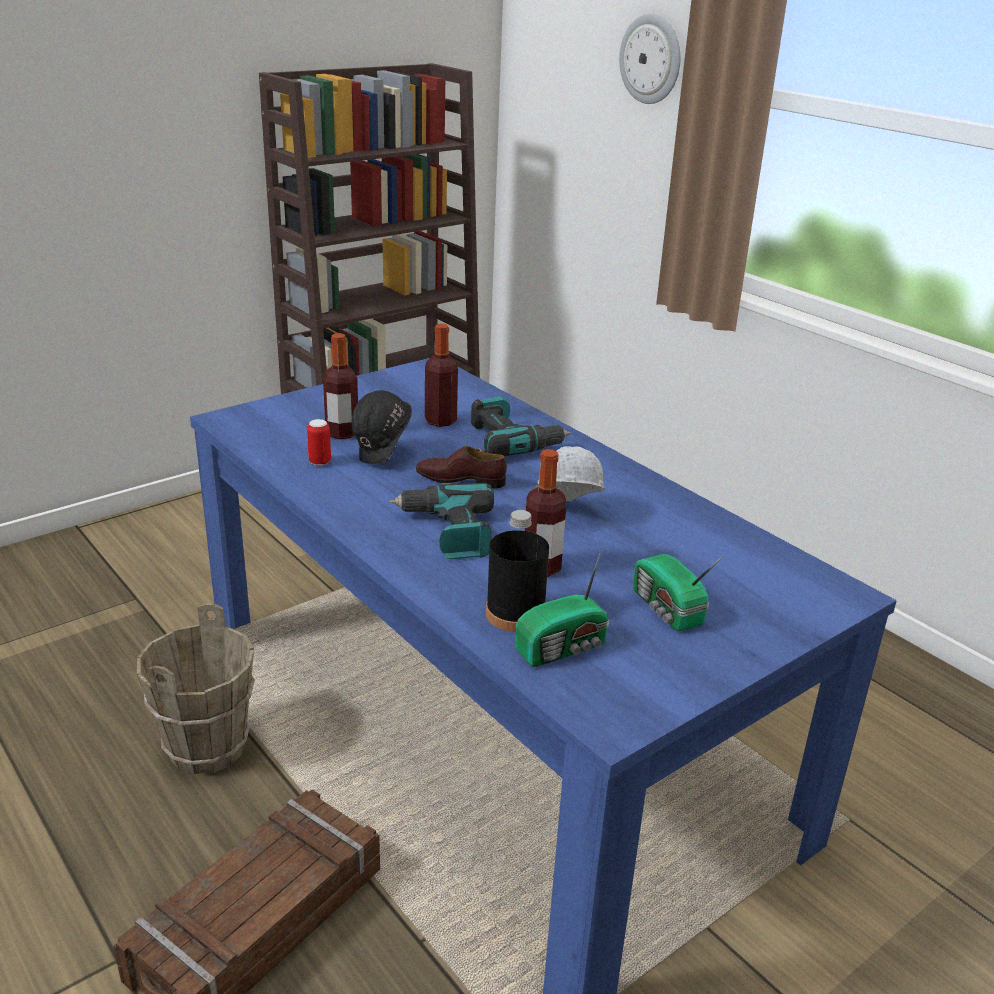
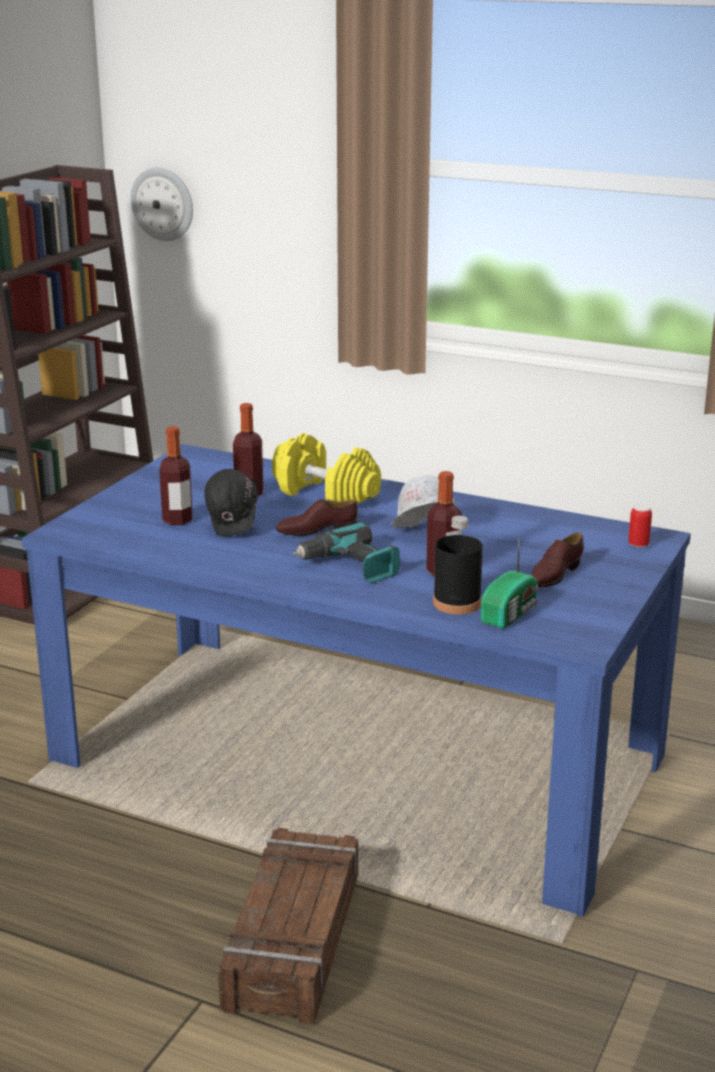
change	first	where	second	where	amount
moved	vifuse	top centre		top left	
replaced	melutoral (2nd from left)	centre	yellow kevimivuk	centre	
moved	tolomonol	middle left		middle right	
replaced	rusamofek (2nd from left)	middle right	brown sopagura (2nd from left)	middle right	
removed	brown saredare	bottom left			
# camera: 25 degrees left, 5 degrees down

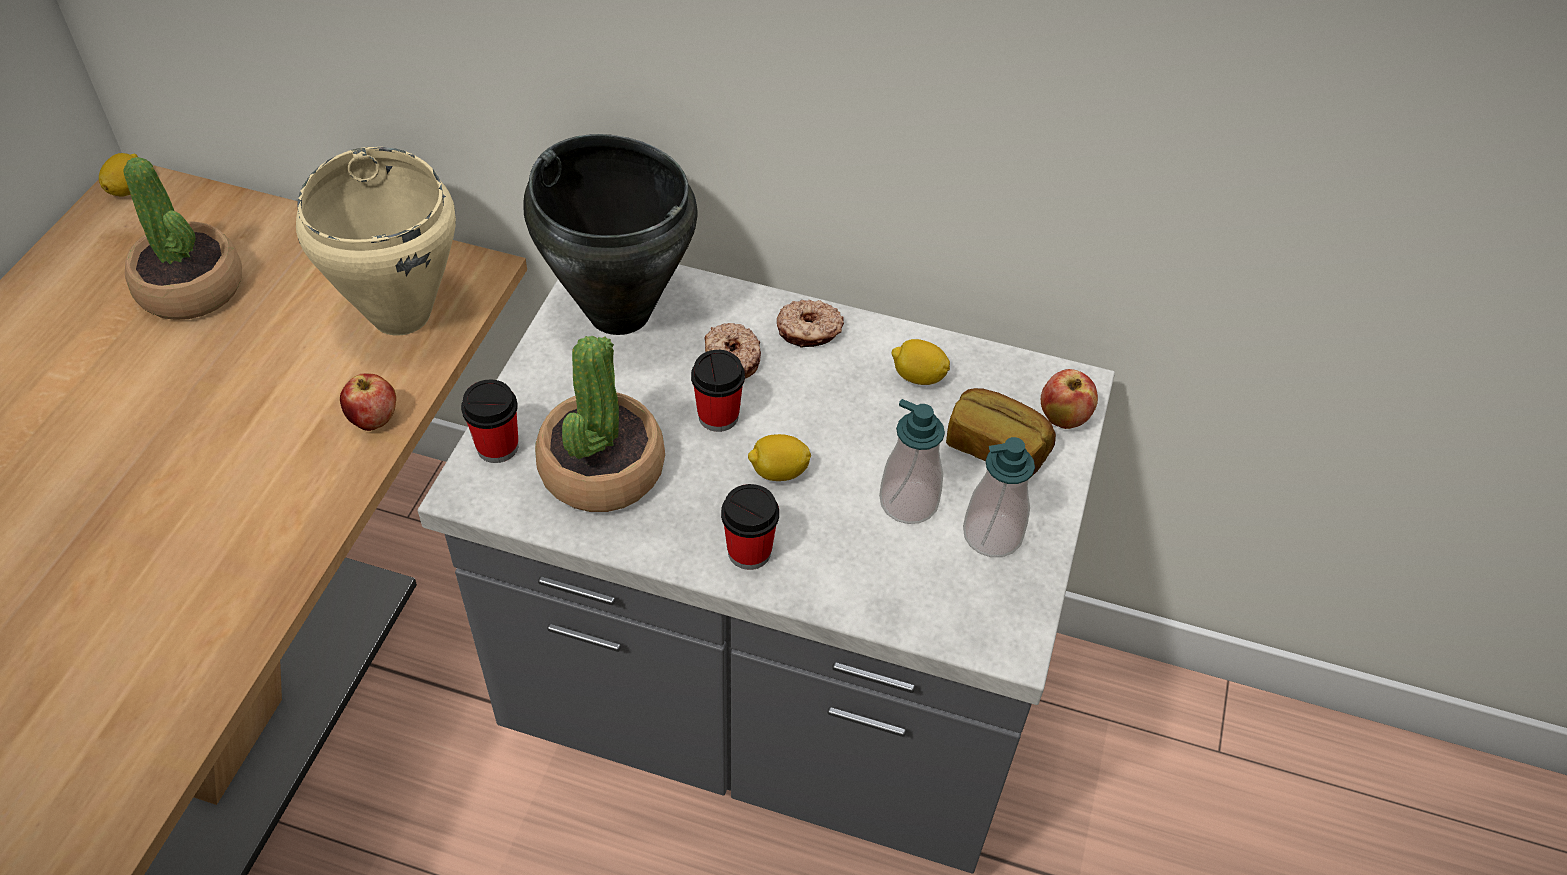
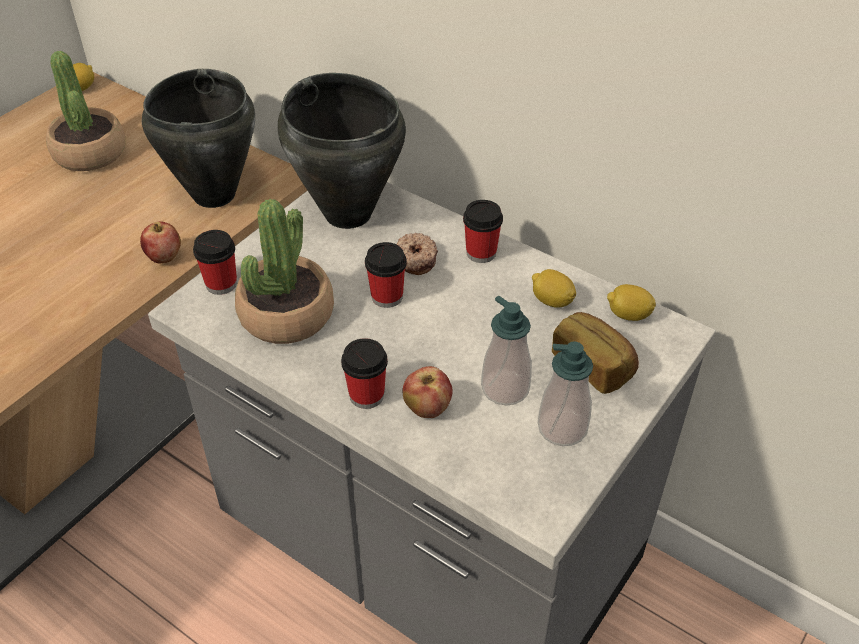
change	first	where	second	where	amount
recoloured	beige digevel	top left	black digevel (1st from left)	top left	
replaced	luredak (2nd from left)	centre	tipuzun (4th from left)	centre	
moved	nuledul (2nd from left)	middle right		centre	
moved	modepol (2nd from left in the first image)	centre	modepol (3rd from left)	middle right	
# camera: 20 degrees right, 5 degrees down

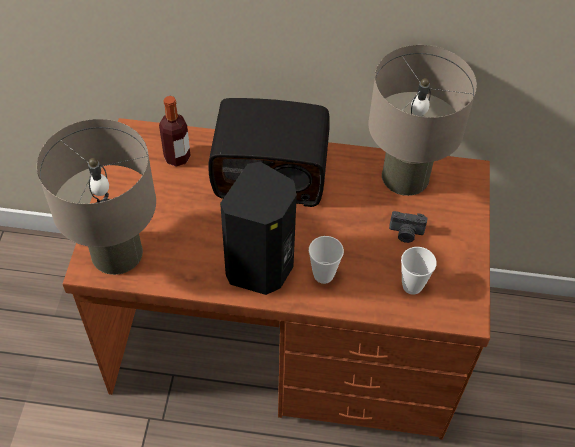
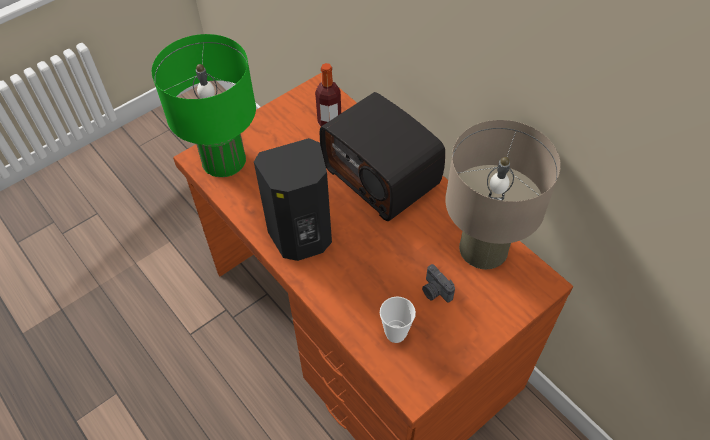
change	first	where	second	where	amount
recoloured	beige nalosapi (1st from left)	middle left	green nalosapi	top left	
removed	tipuzun (1st from left)	centre			
# camera: 45 degrees right, 0 degrees up

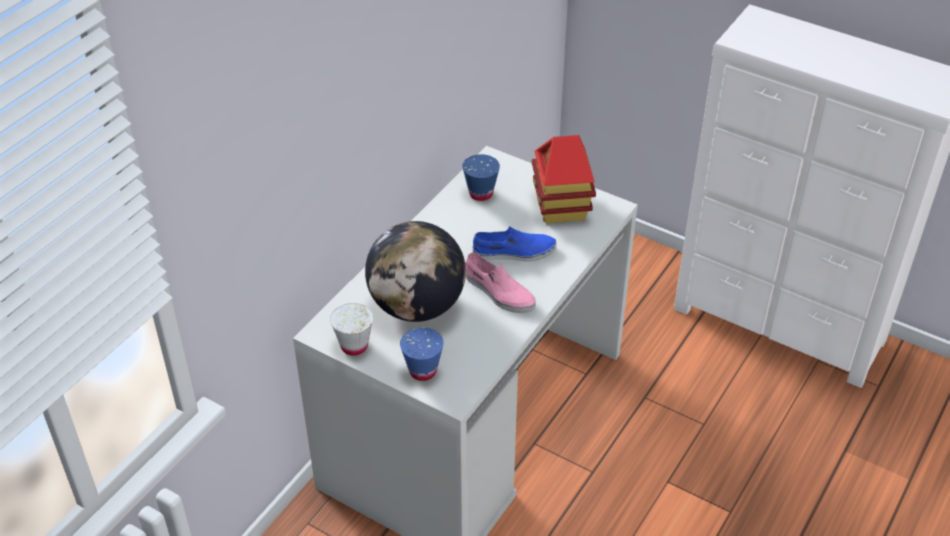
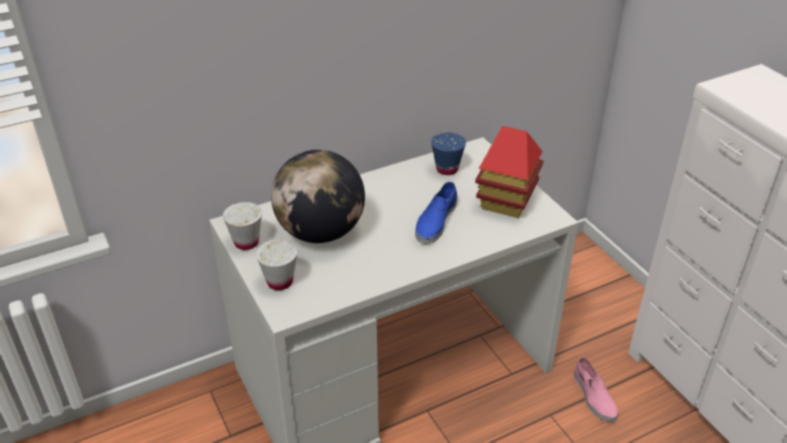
change	first	where	second	where	amount
turned	blue sopagura	centre		centre	90 degrees clockwise
moved	pink sopagura	centre		bottom right	
recoloured	blue tipuzun (1st from left)	centre	white tipuzun (2nd from left)	centre	
# camera: 30 degrees right, 5 degrees down

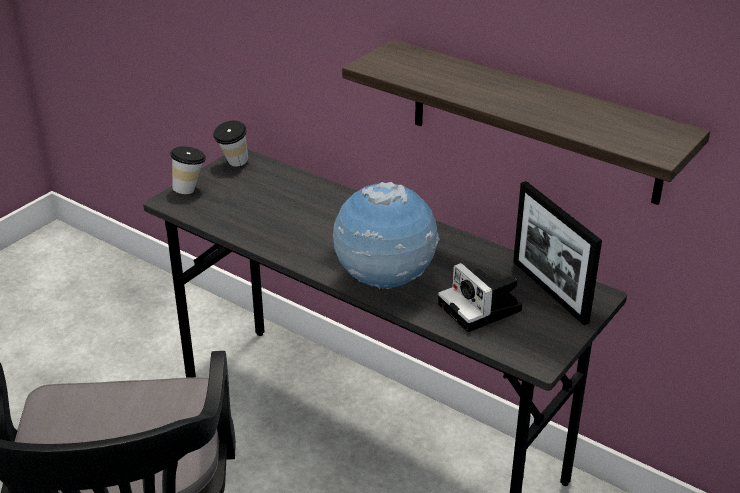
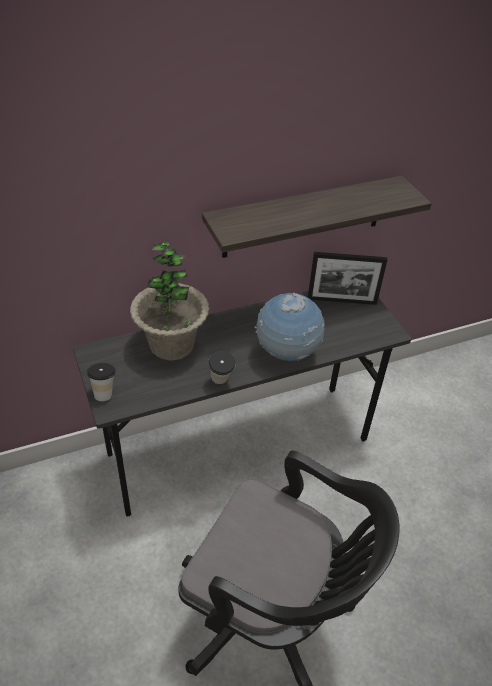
change	first	where	second	where	amount
moved	tipuzun (2nd from left)	top left		centre	
removed	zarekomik	centre			
added			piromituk	centre	
# camera: 60 degrees left, 10 degrees up

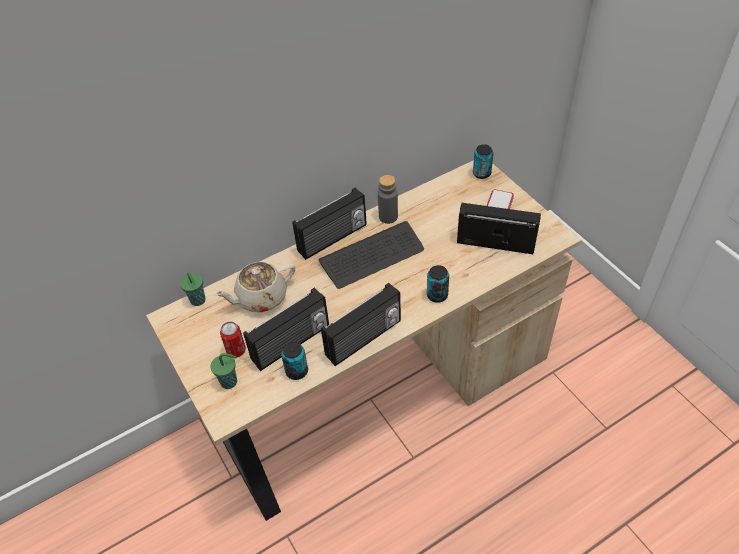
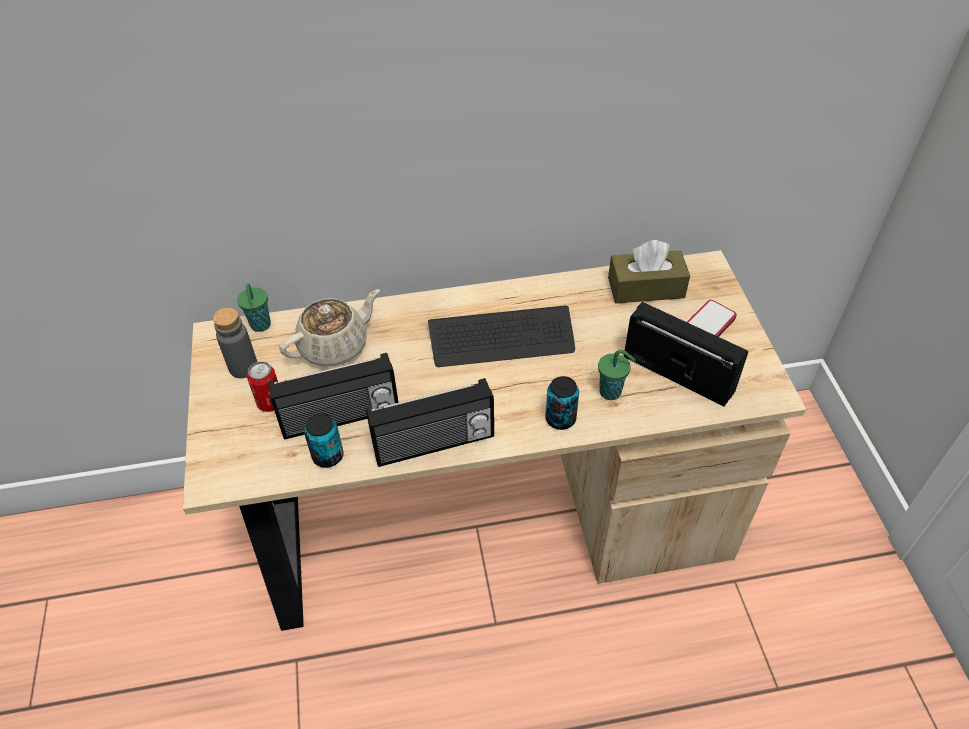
change	first	where	second	where	amount
removed	tolomonol (4th from left)	top centre			
moved	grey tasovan	centre		middle left	
removed	rusamofek (2nd from left)	centre			
turned	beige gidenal	centre		centre	150 degrees clockwise
moved	green tipuzun (2nd from left)	bottom left		centre	
added			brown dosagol	middle right	
# camera: 20 degrees right, 0 degrees up

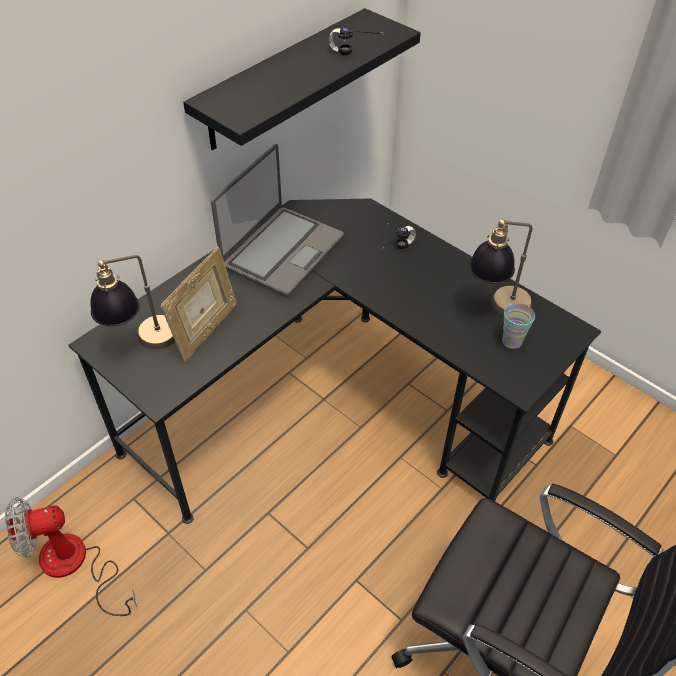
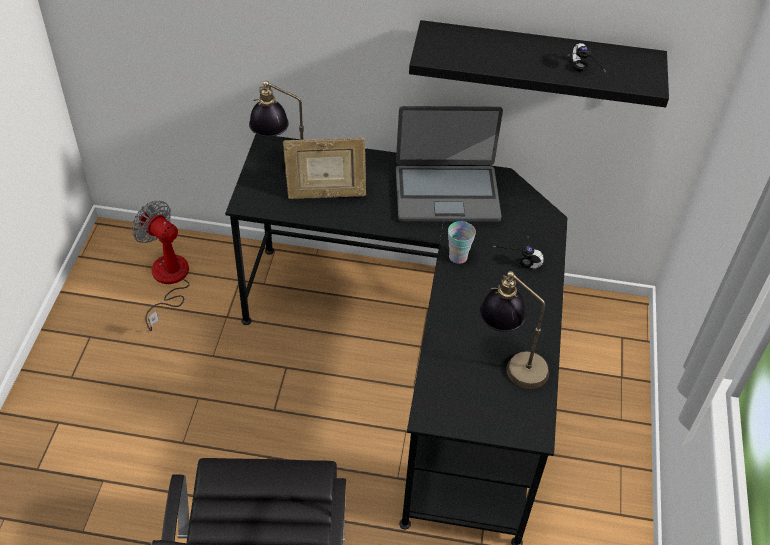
change	first	where	second	where	amount
moved	tipuzun	middle right		centre	
# camera: 55 degrees right, 0 degrees up

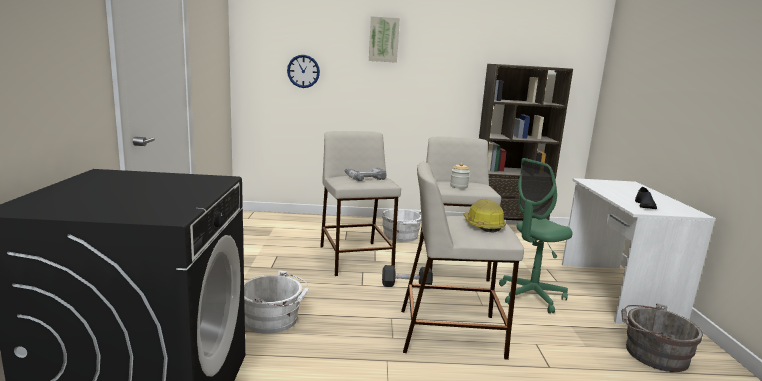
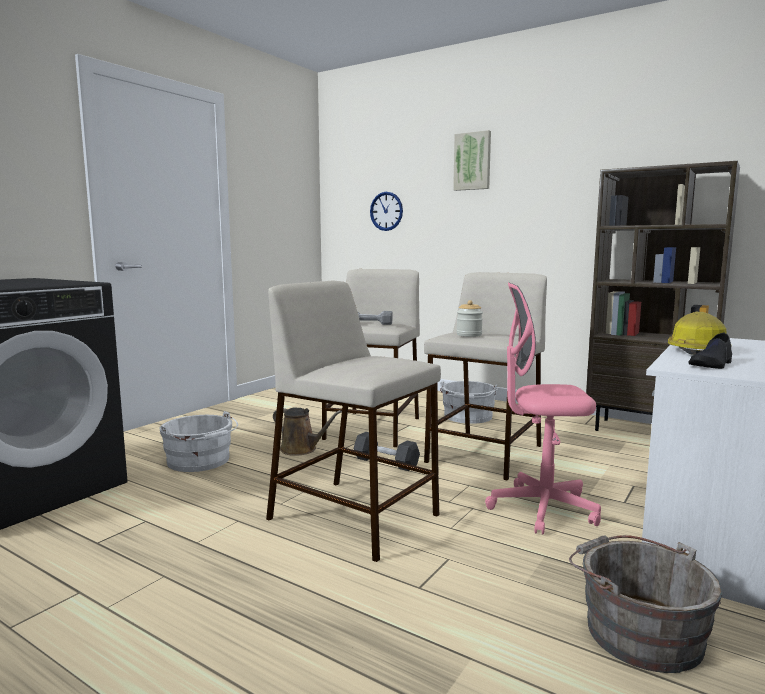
change	first	where	second	where	amount
recoloured	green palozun	middle right	pink palozun	middle right	
moved	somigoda	centre		middle right	
added			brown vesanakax	centre	
# camera: 35 degrees right, 5 degrees down

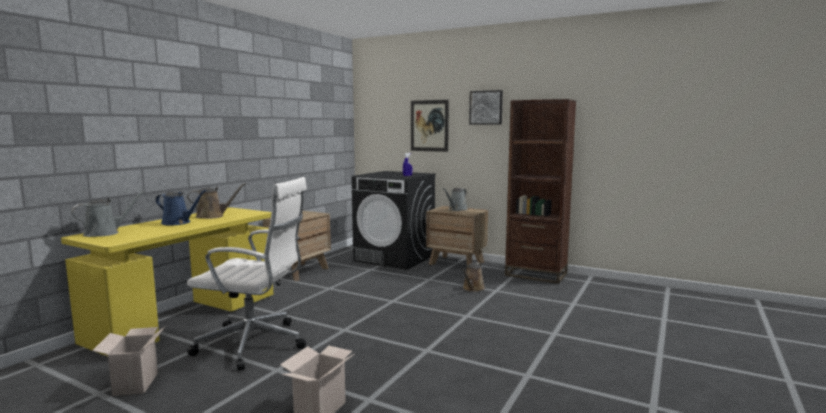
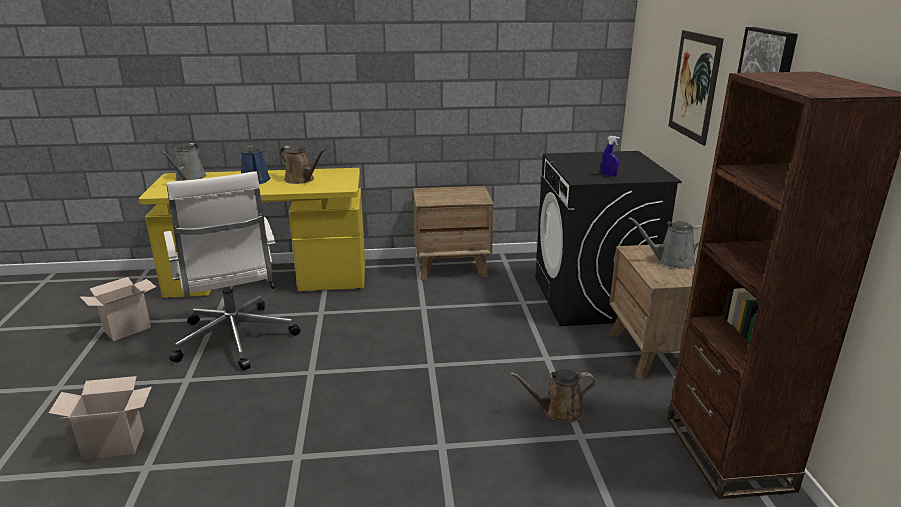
change	first	where	second	where	amount
turned	grey vesanakax (1st from left)	middle left		top left	90 degrees clockwise
# camera: 55 degrees right, 15 degrees up

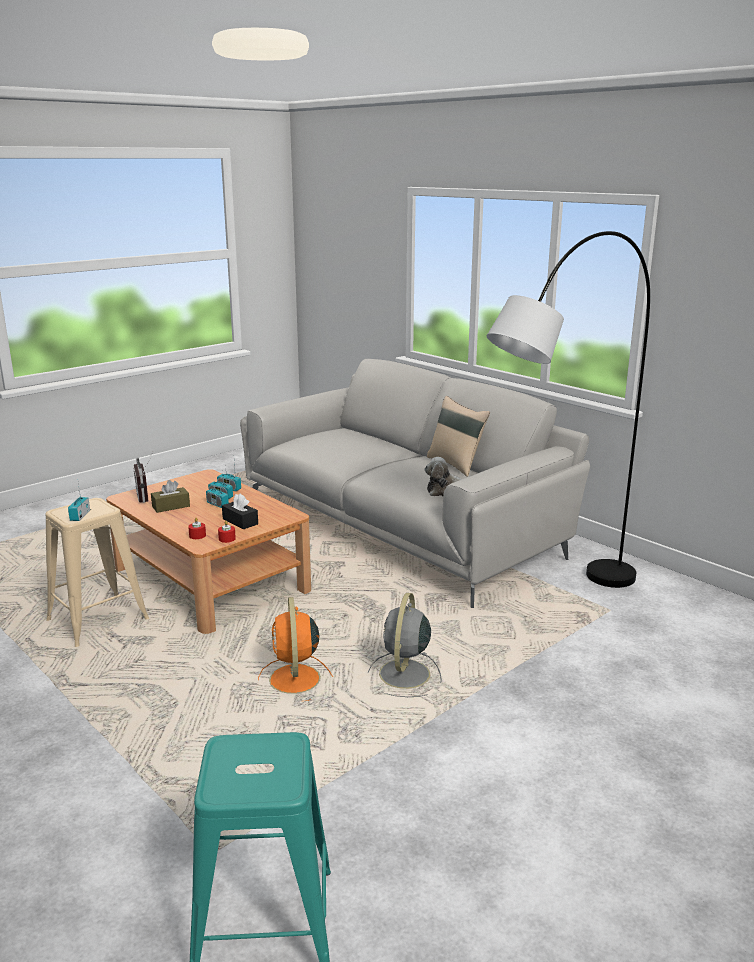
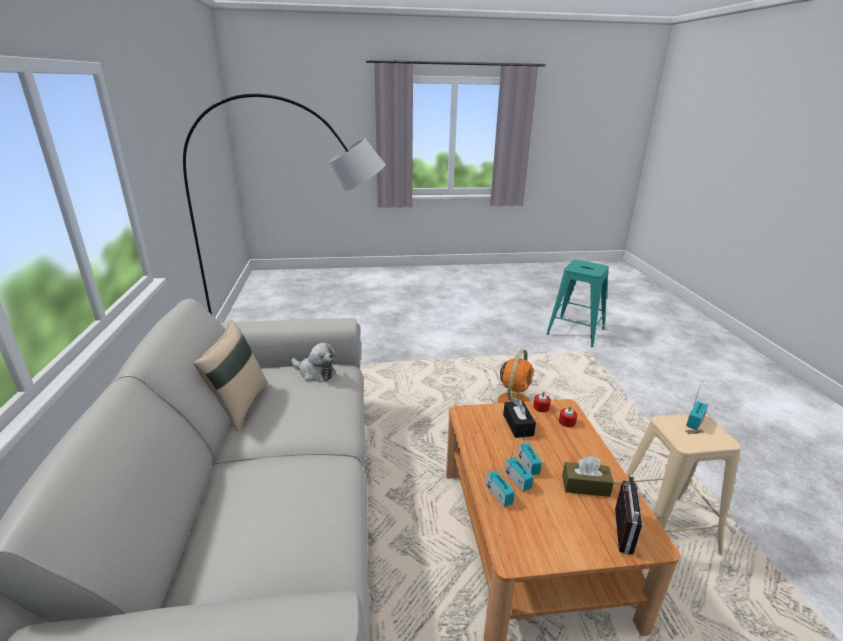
change	first	where	second	where	amount
removed	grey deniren	bottom centre			
# camera: 145 degrees left, 5 degrees up

